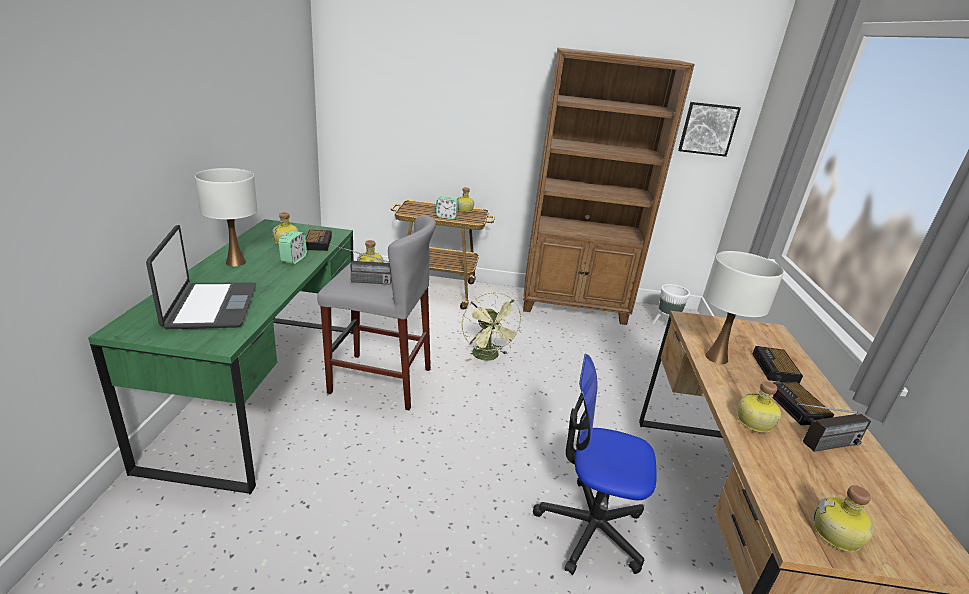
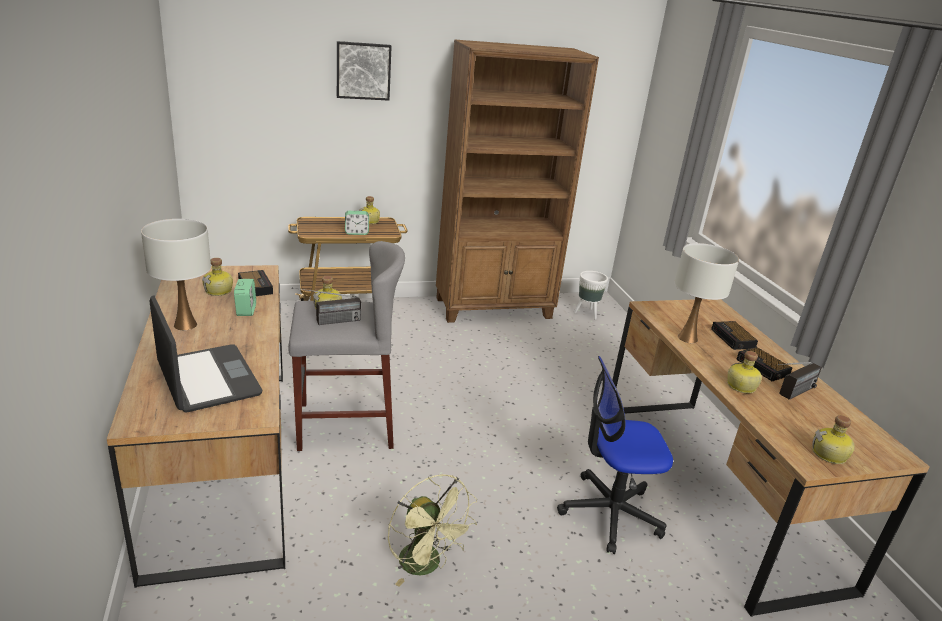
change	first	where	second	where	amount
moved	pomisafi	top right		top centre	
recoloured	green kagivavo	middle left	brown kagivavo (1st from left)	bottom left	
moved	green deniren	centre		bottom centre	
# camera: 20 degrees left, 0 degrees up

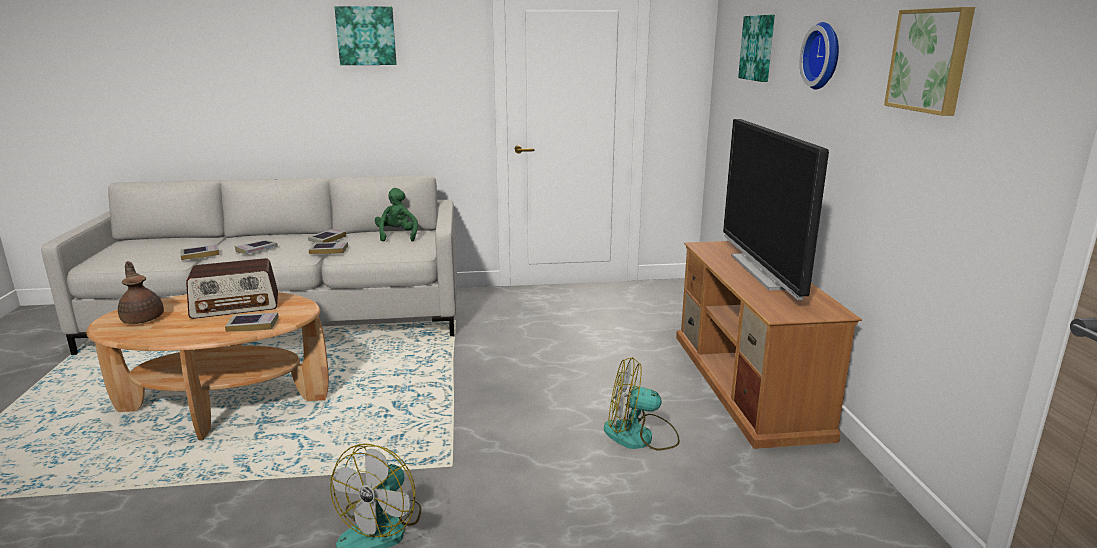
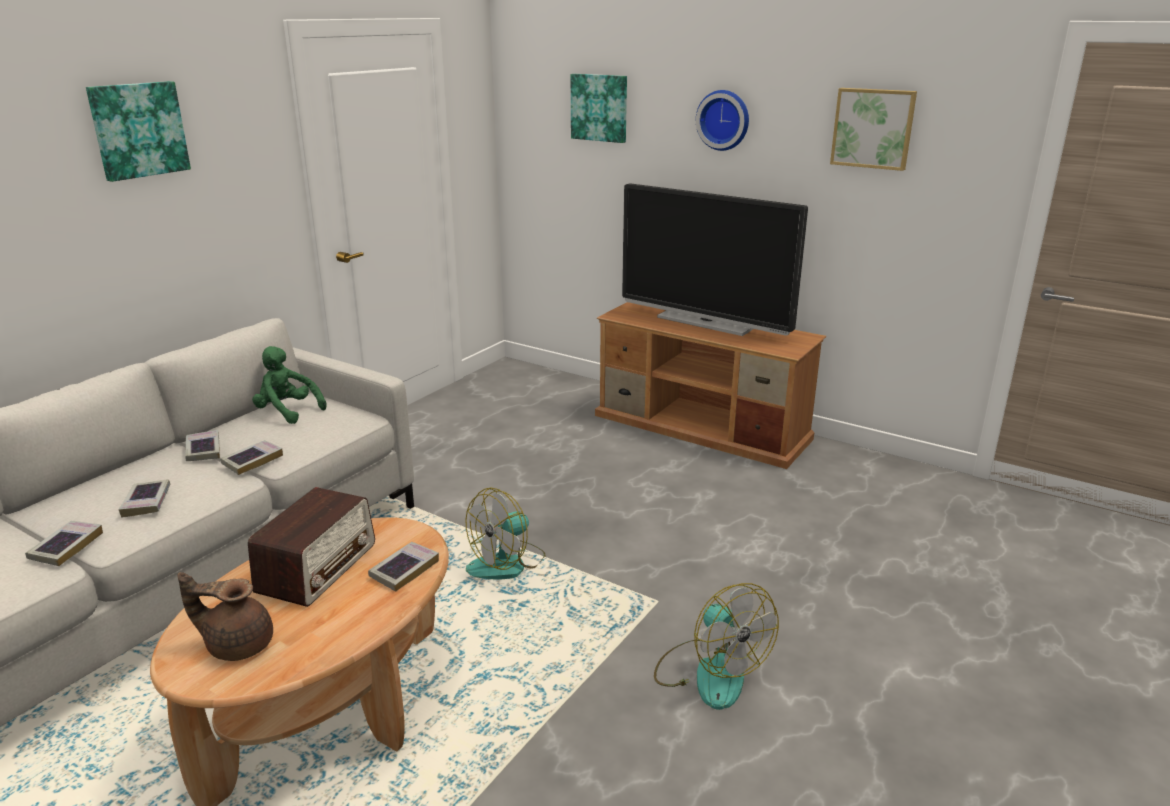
change	first	where	second	where	amount
moved	deniren (2nd from left in the first image)	bottom centre	deniren (1st from left)	centre	
# camera: 50 degrees left, 5 degrees up

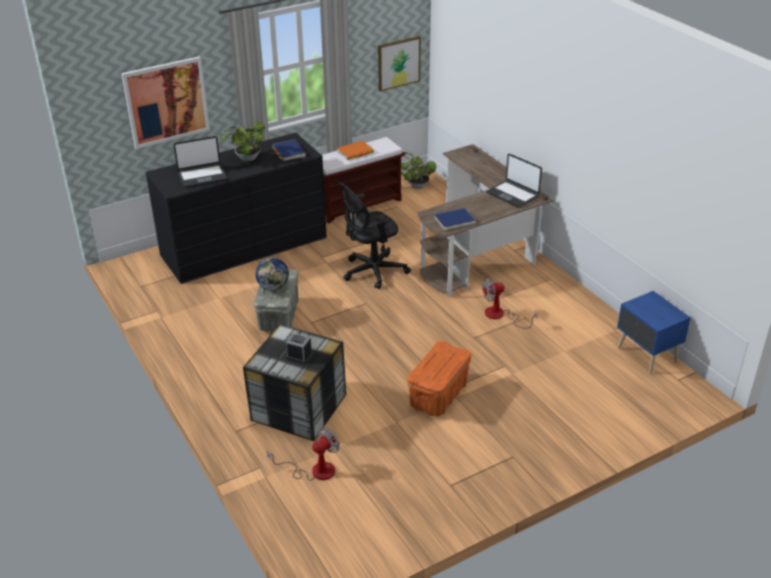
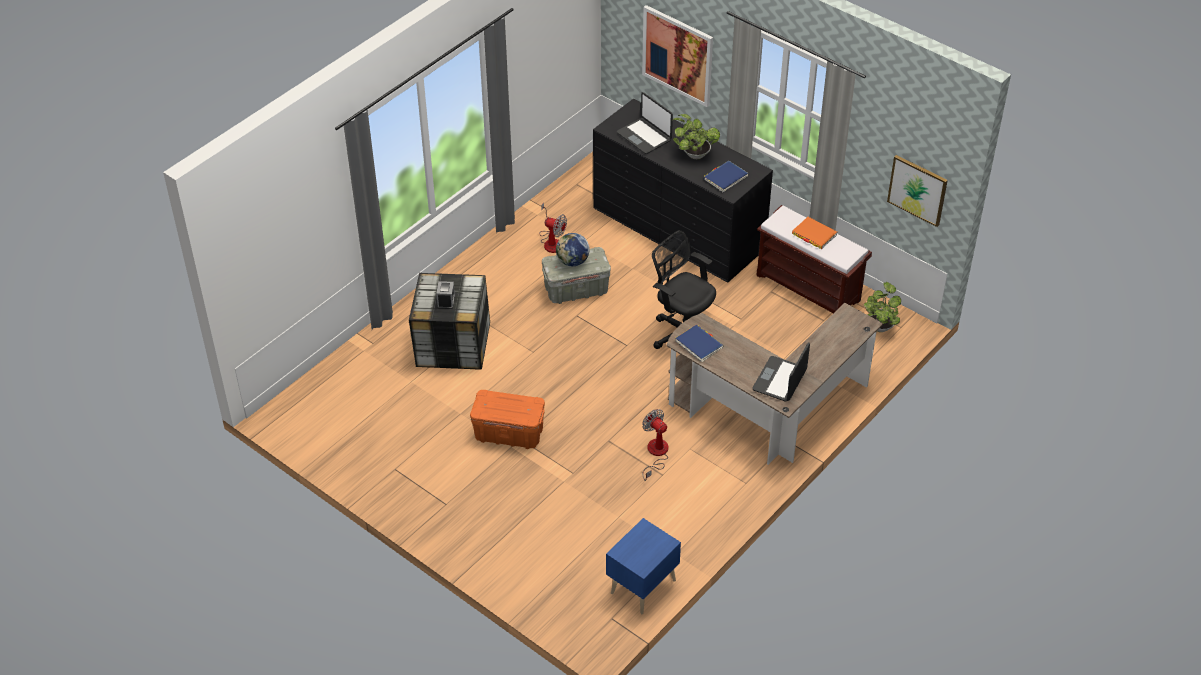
change	first	where	second	where	amount
moved	deniren (1st from left)	bottom centre		centre	
# camera: 70 degrees right, 10 degrees up

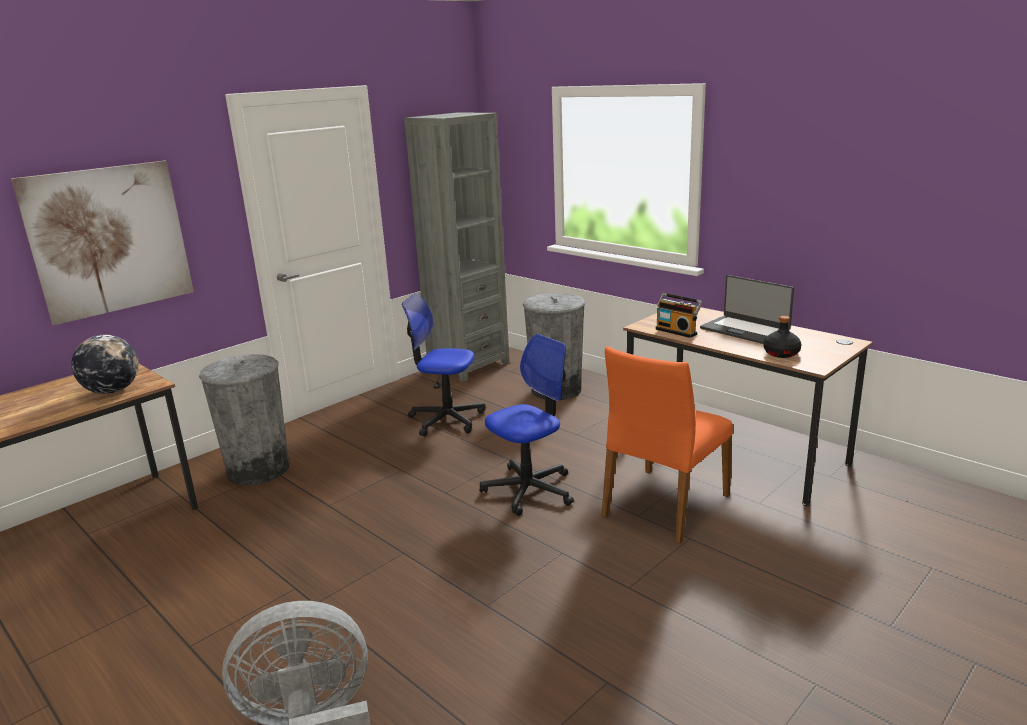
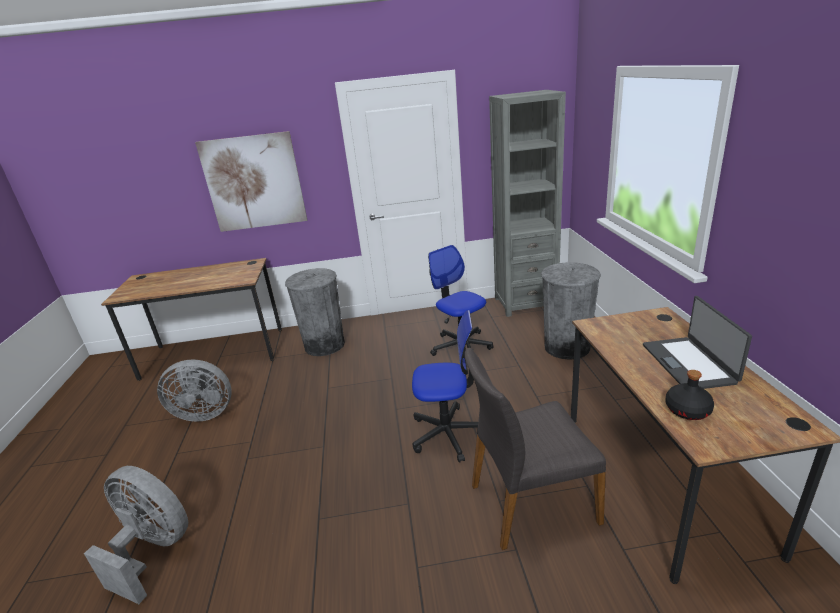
change	first	where	second	where	amount
removed	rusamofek	centre			
removed	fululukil	middle left			
recoloured	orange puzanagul	centre	grey puzanagul	bottom centre	
added			grey deniren (2nd from left)	middle left	
# camera: 40 degrees right, 5 degrees up

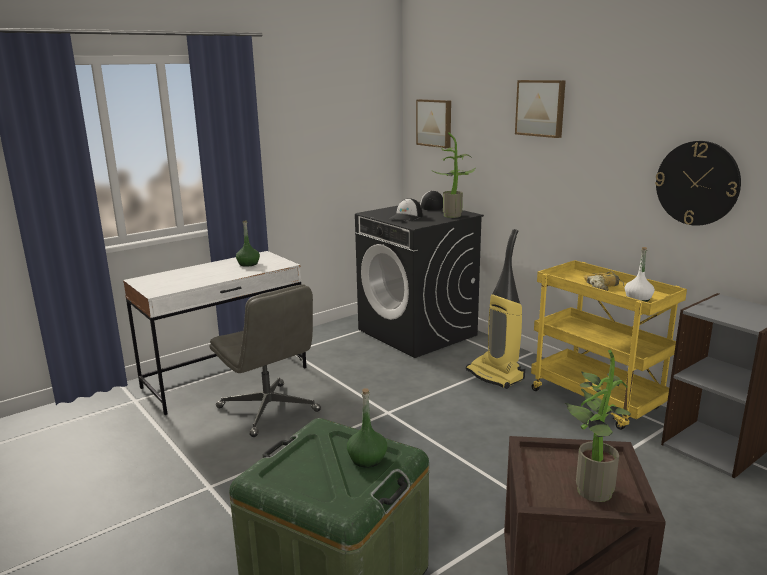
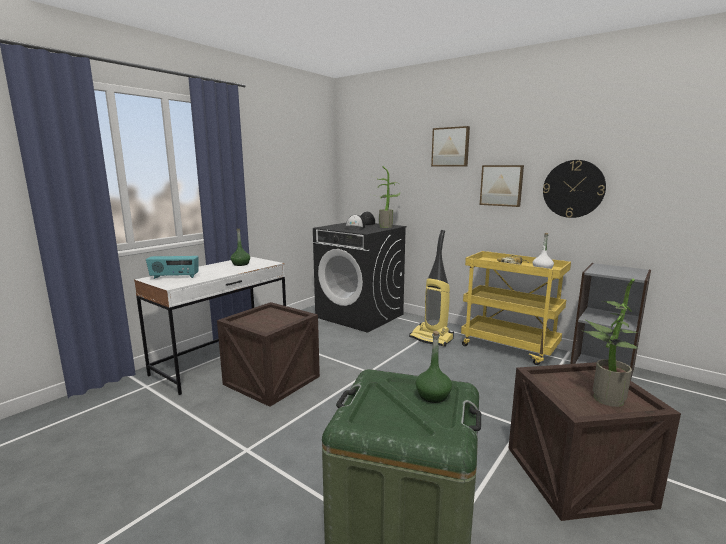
change	first	where	second	where	amount
moved	pomisafi (1st from left in the first image)	top centre	pomisafi (2nd from left)	middle right	
replaced	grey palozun	centre	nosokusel (1st from left)	centre	
added			rusamofek	middle left	
# camera: 15 degrees left, 5 degrees down

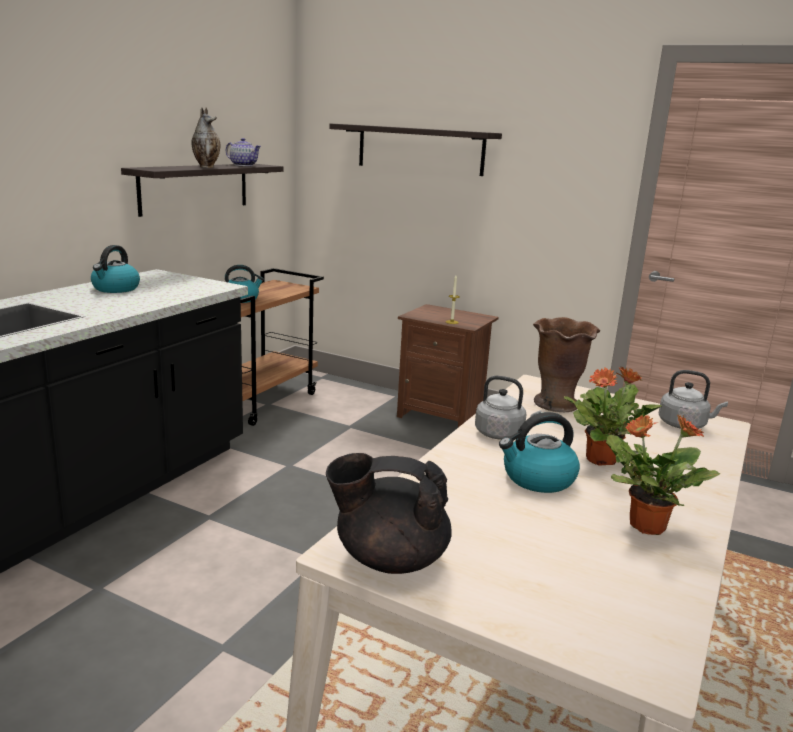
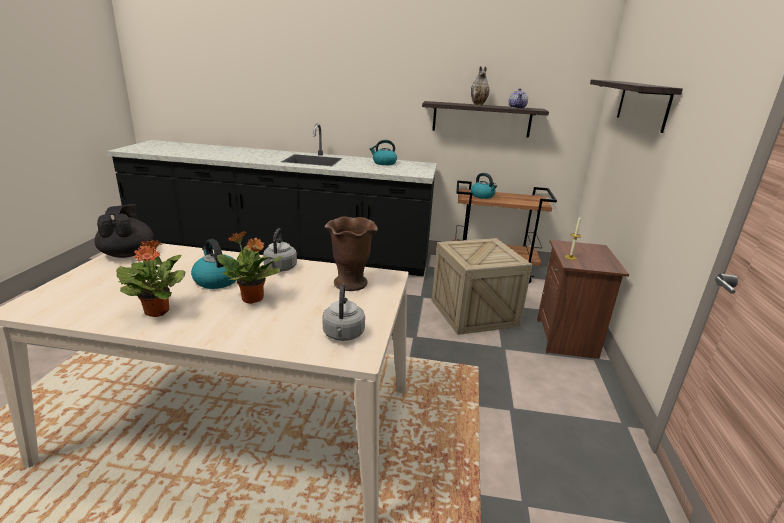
change	first	where	second	where	amount
added			nosokusel	centre	
# camera: 70 degrees right, 5 degrees up

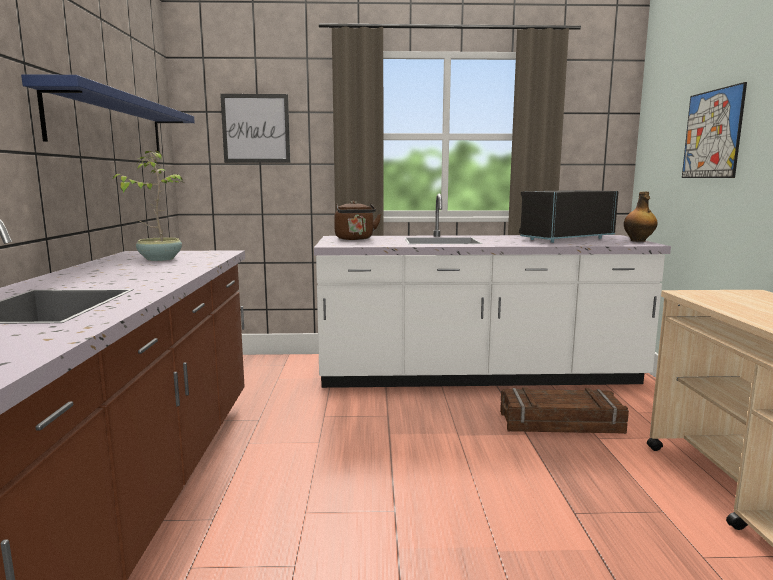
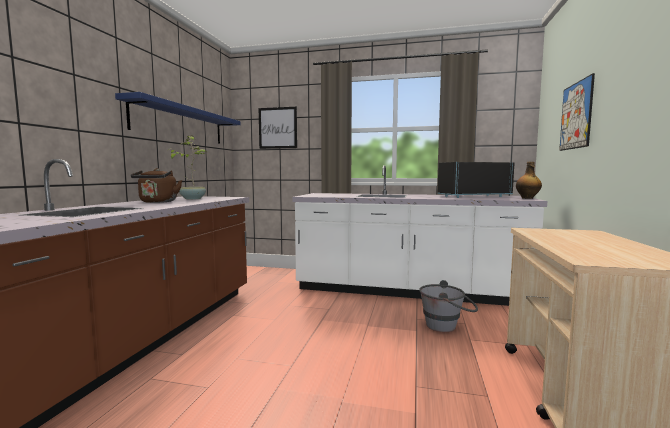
change	first	where	second	where	amount
moved	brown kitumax	centre		middle left	
replaced	nosokusel	bottom right	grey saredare	bottom right	
# camera: 15 degrees right, 5 degrees down

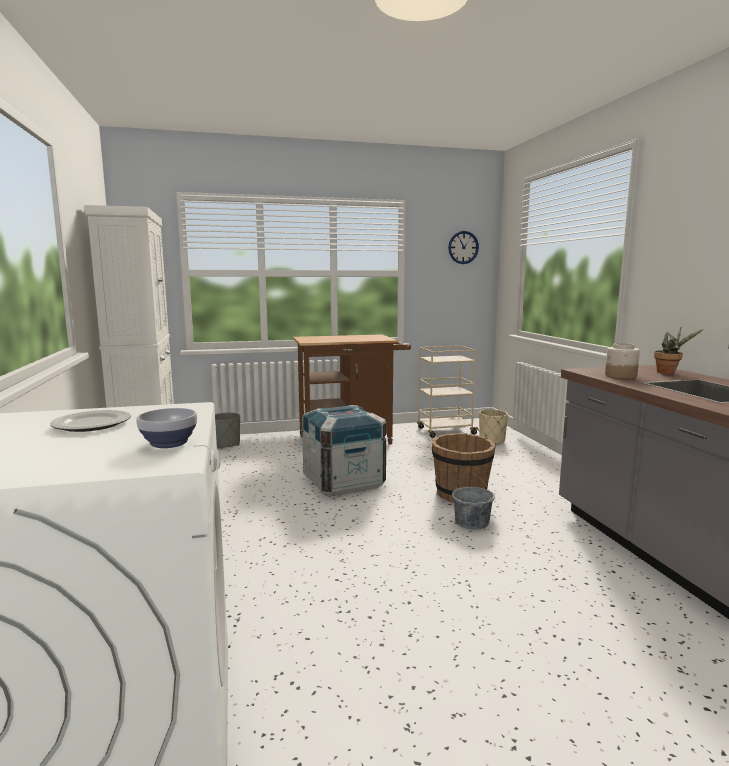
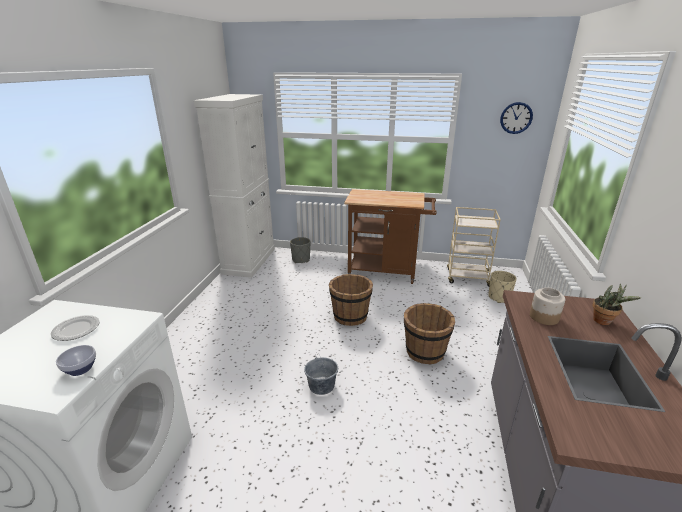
change	first	where	second	where	amount
replaced	nosokusel	centre	brown saredare (1st from left)	centre	
moved	grey saredare	centre		bottom centre	
# camera: 25 degrees right, 15 degrees up

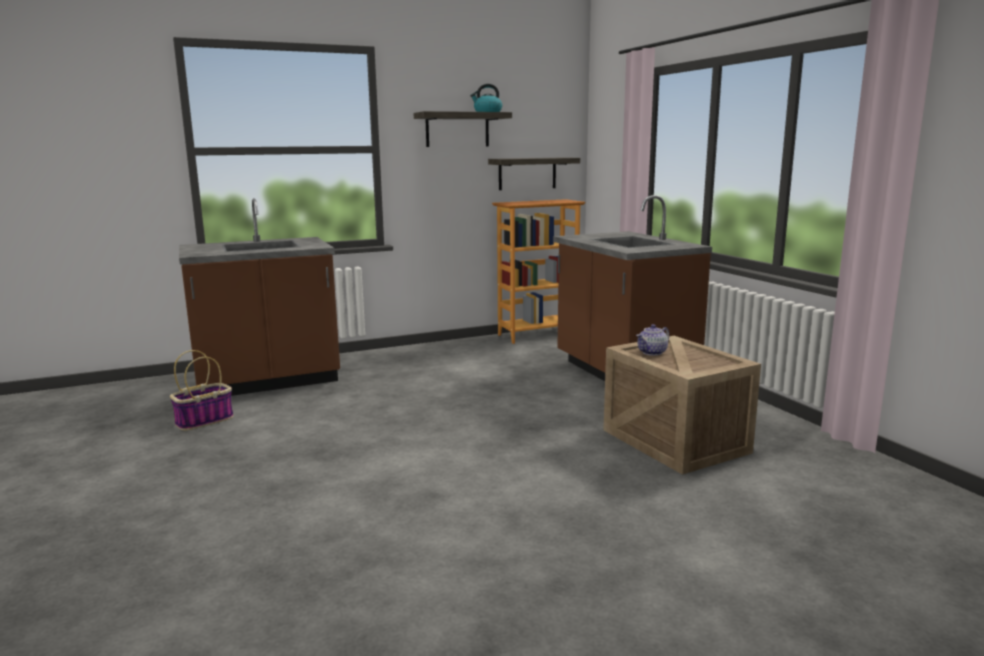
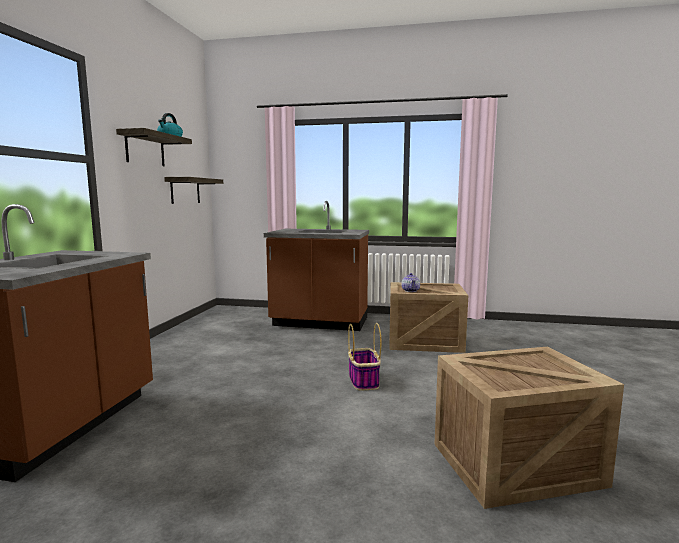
change	first	where	second	where	amount
removed	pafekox	centre			
moved	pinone	middle left		centre	
added			nosokusel (2nd from left)	bottom right	
# camera: 55 degrees left, 5 degrees down

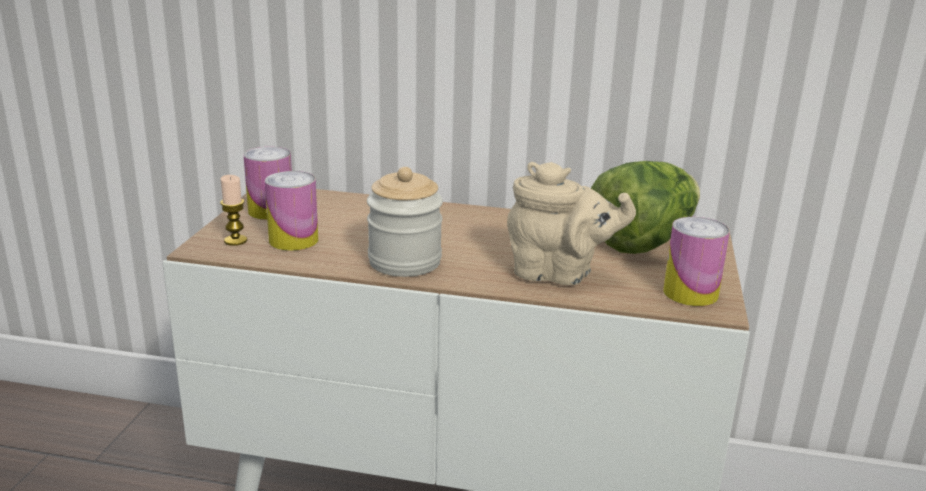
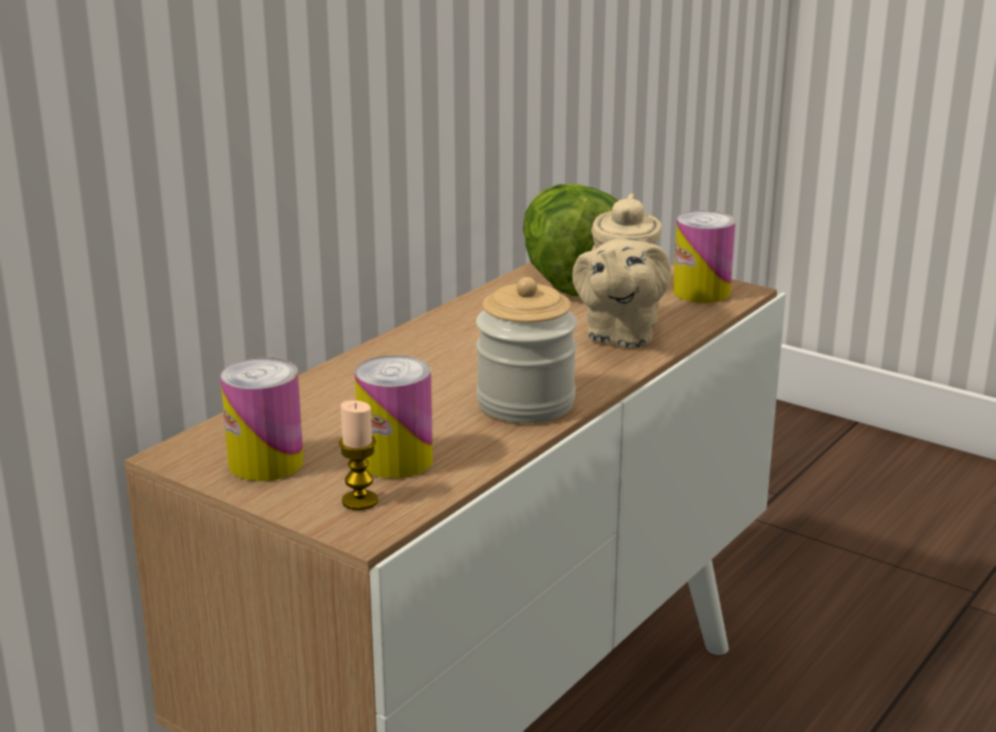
change	first	where	second	where	amount
turned	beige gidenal	centre		centre	150 degrees clockwise
# camera: 65 degrees left, 0 degrees up

